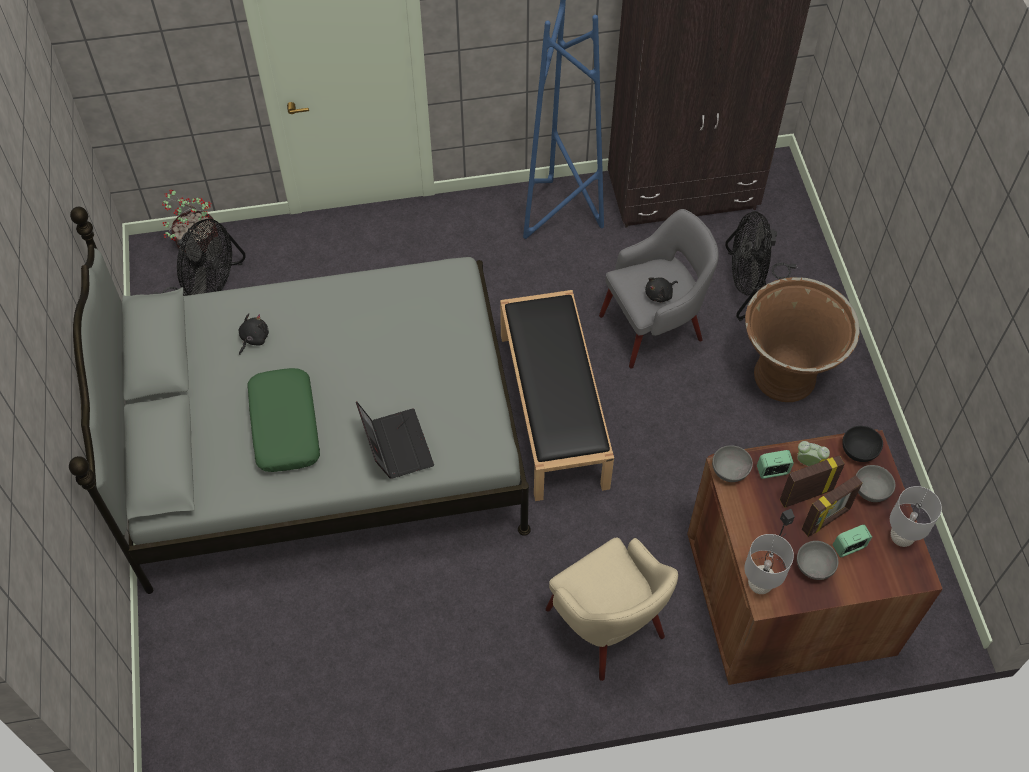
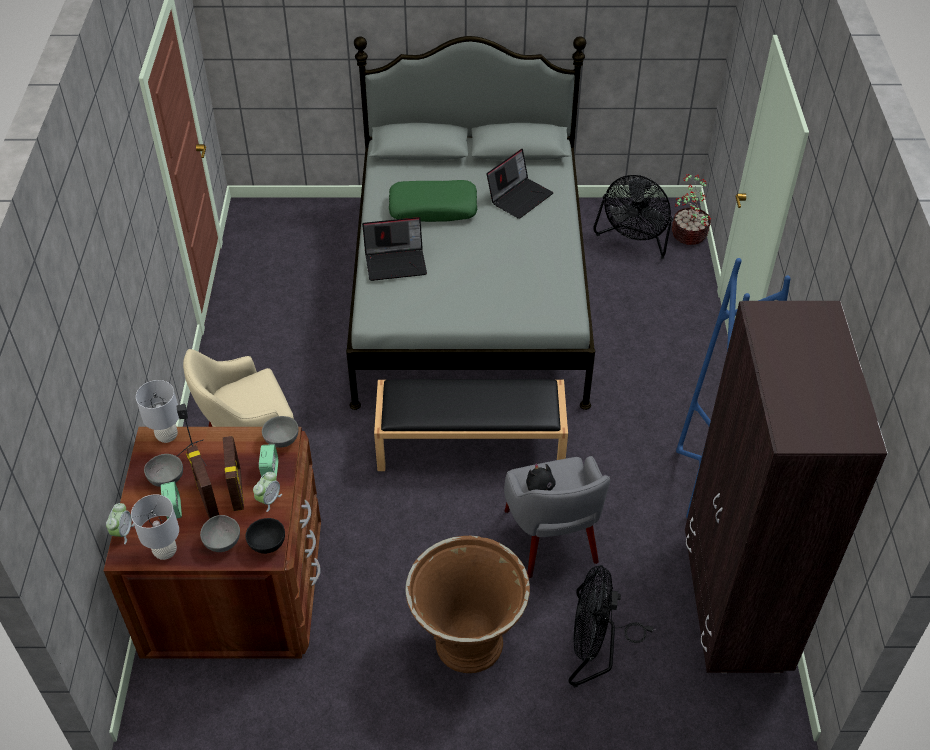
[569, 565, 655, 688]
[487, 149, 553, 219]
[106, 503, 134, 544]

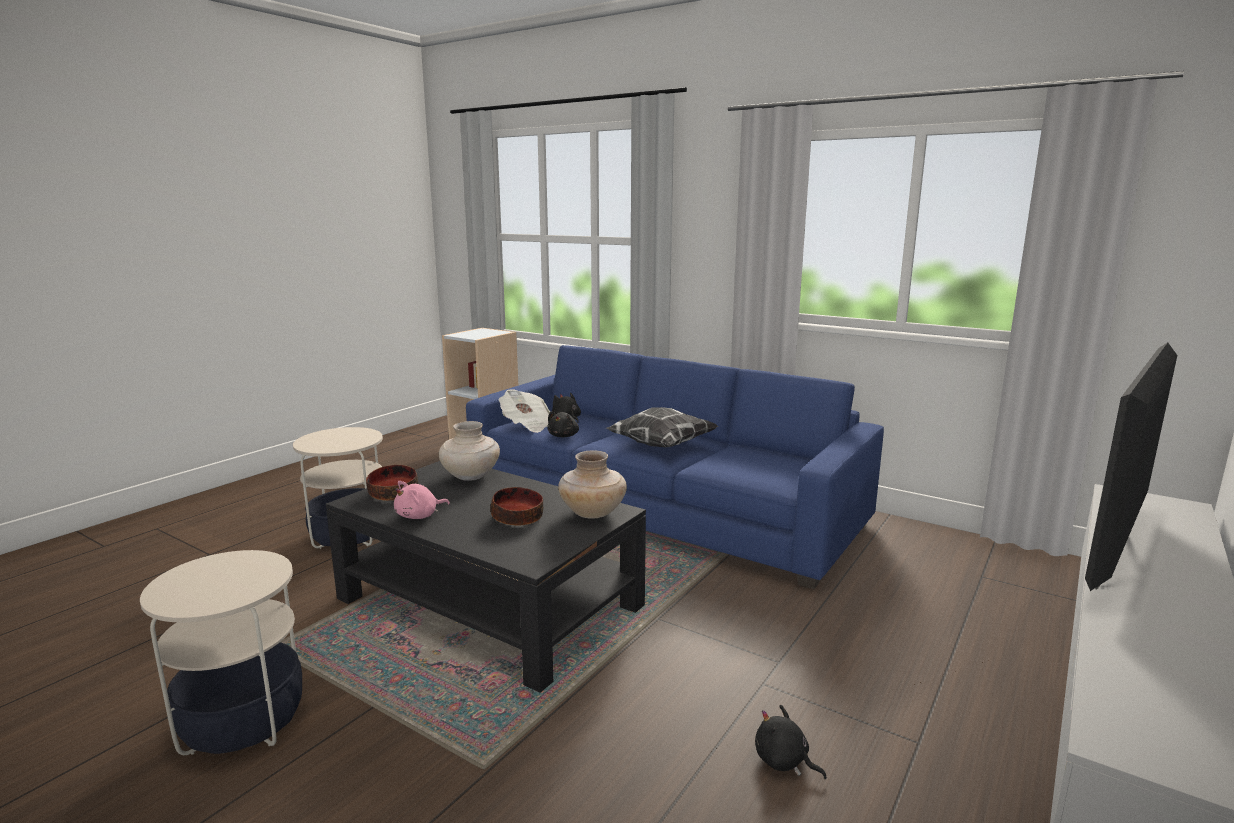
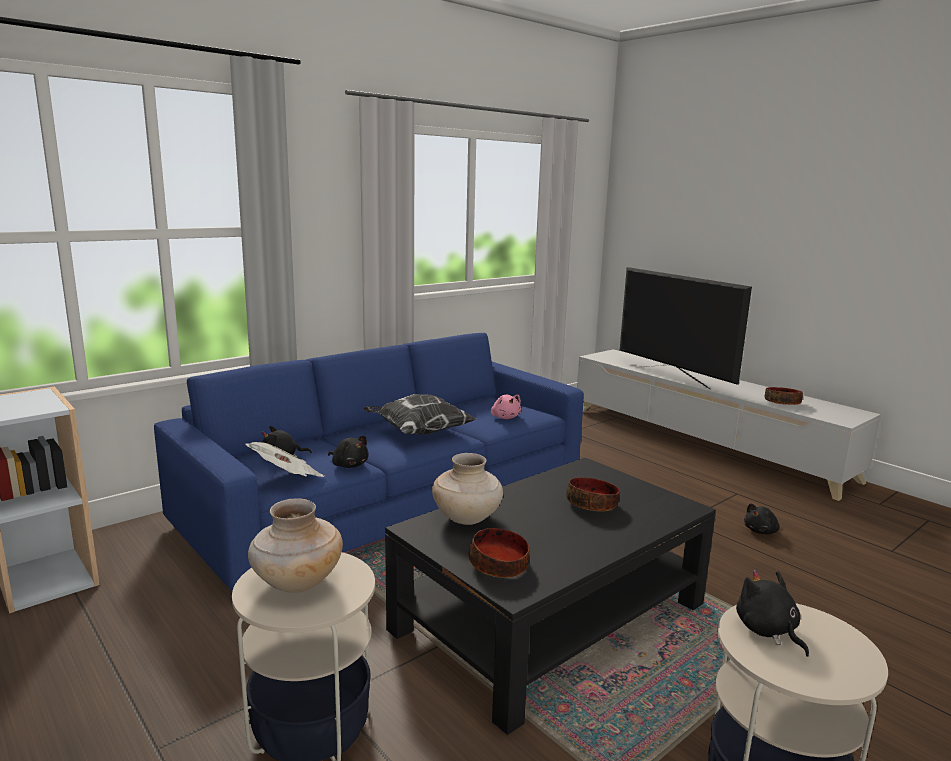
[248, 498, 343, 593]
[491, 395, 521, 419]
[765, 387, 803, 405]
[736, 570, 809, 657]

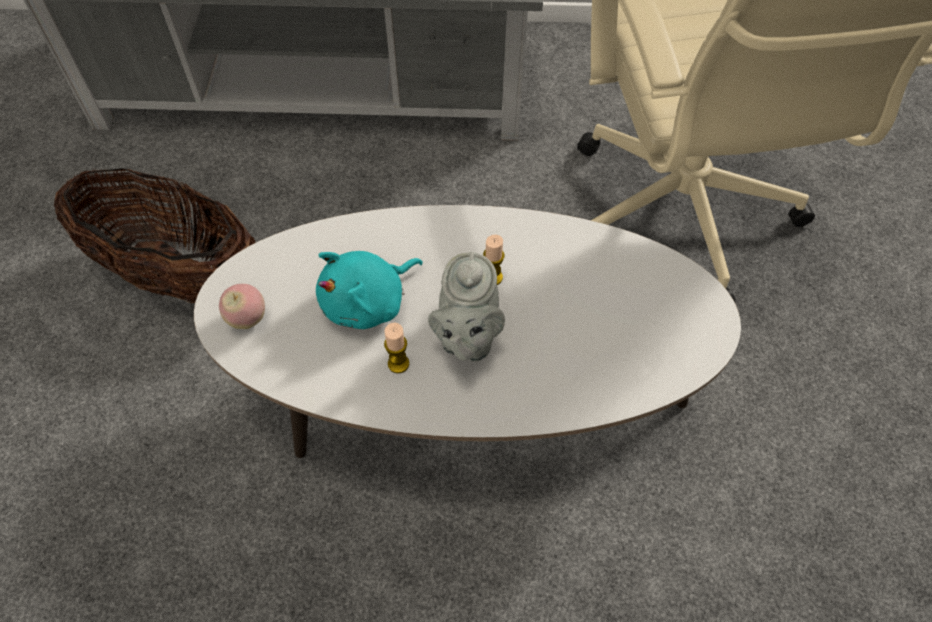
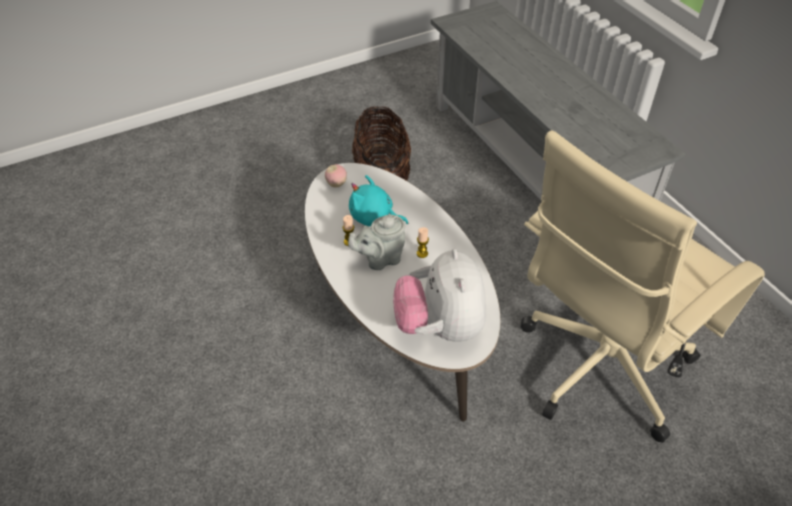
[393, 249, 486, 342]

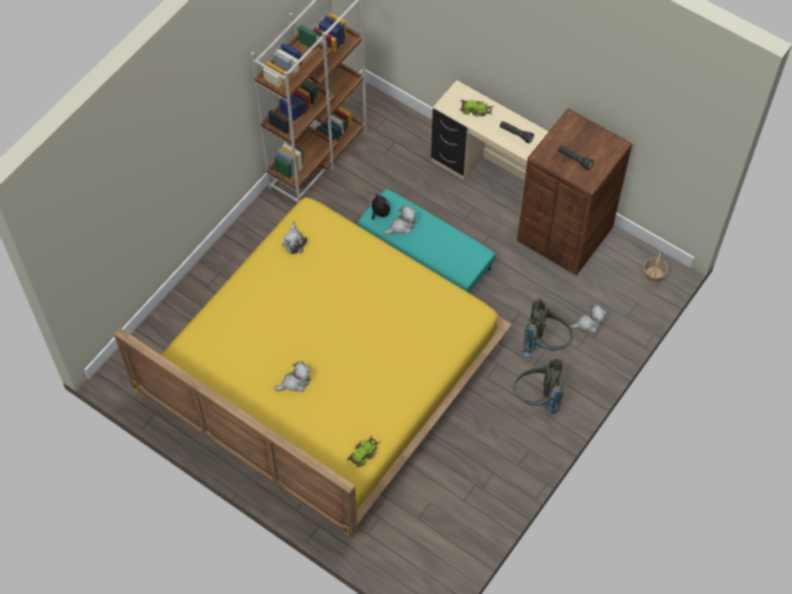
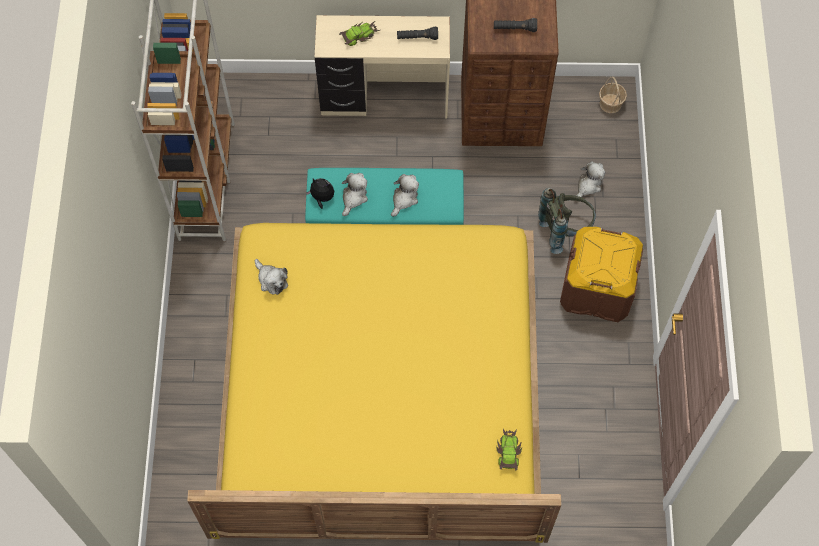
[560, 227, 643, 322]
[391, 174, 419, 217]

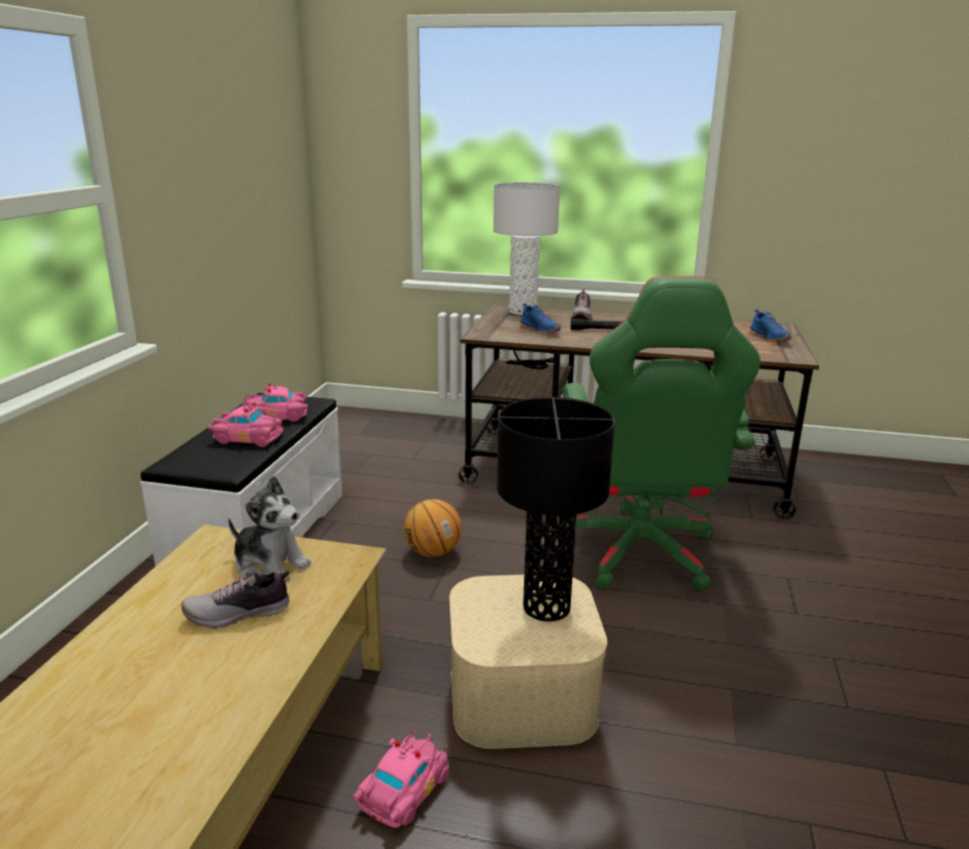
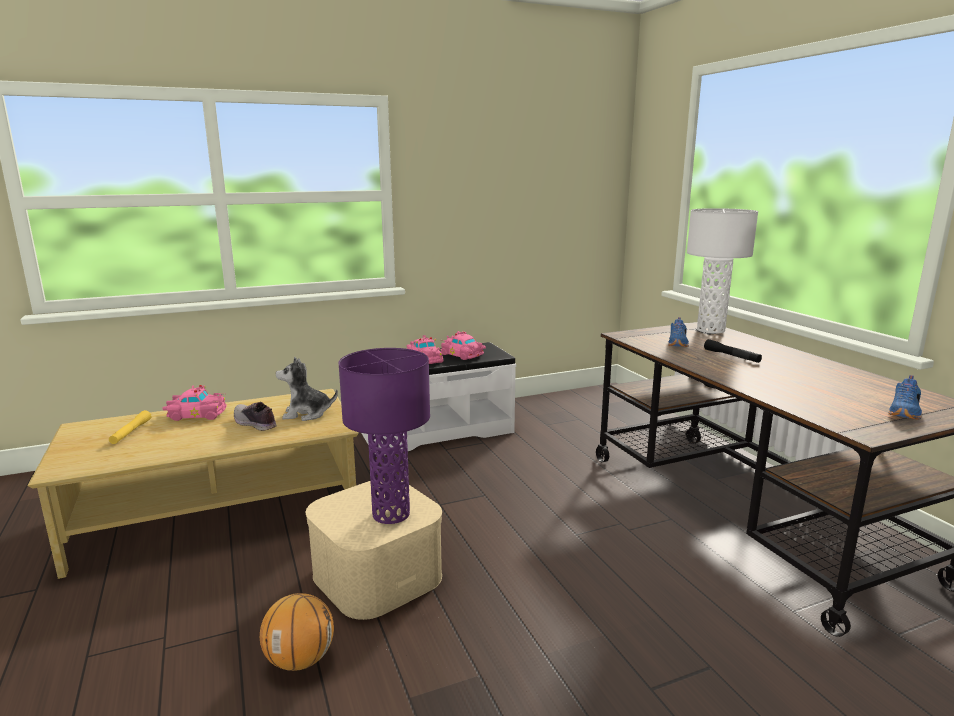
[562, 276, 760, 591] (first image)
[571, 290, 593, 320] (first image)
[339, 348, 430, 524]
[276, 357, 338, 421]
[260, 593, 334, 671]
[162, 385, 227, 421]
[109, 410, 151, 444]

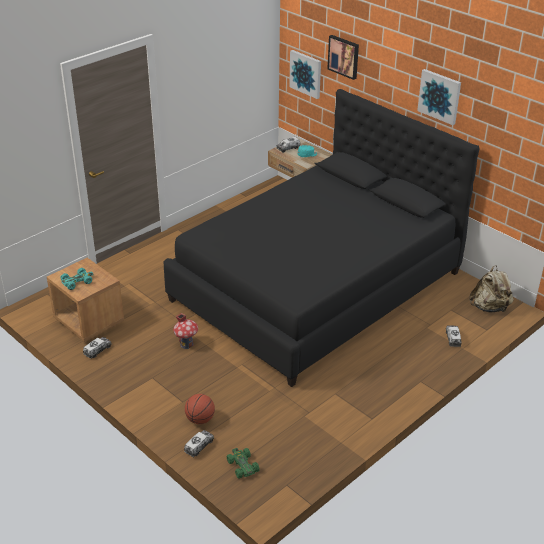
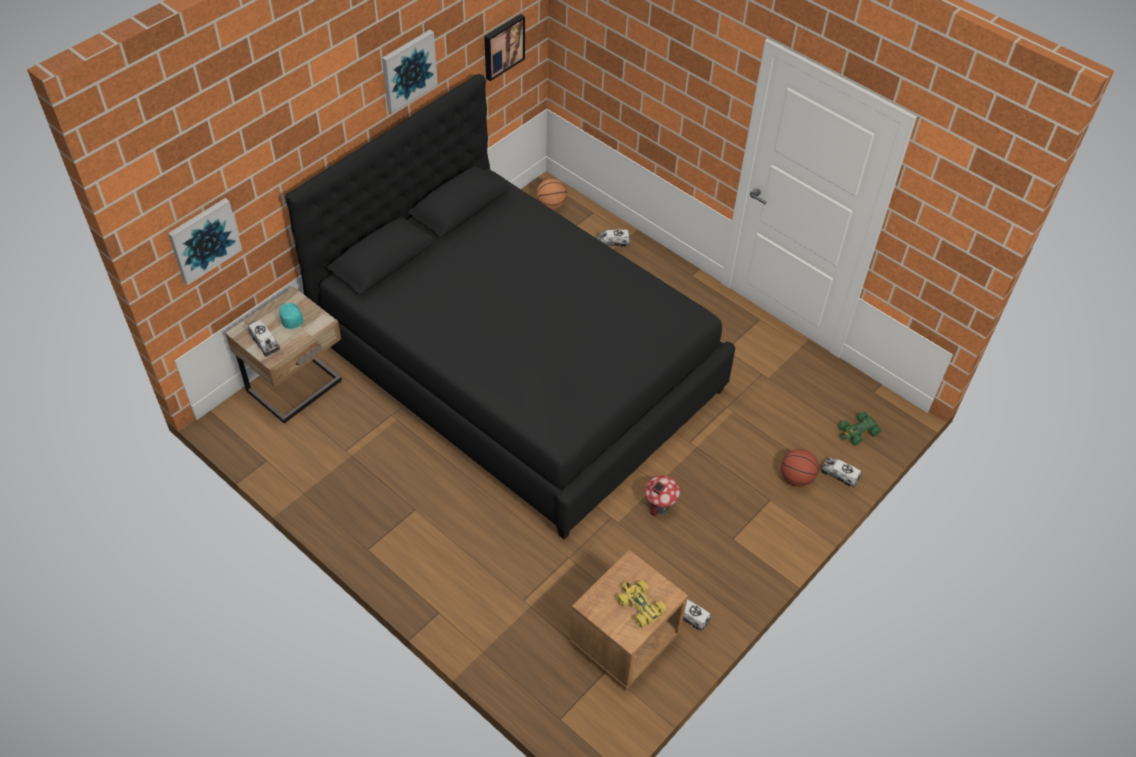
[484, 14, 525, 81]
[536, 179, 567, 210]
[617, 580, 666, 627]

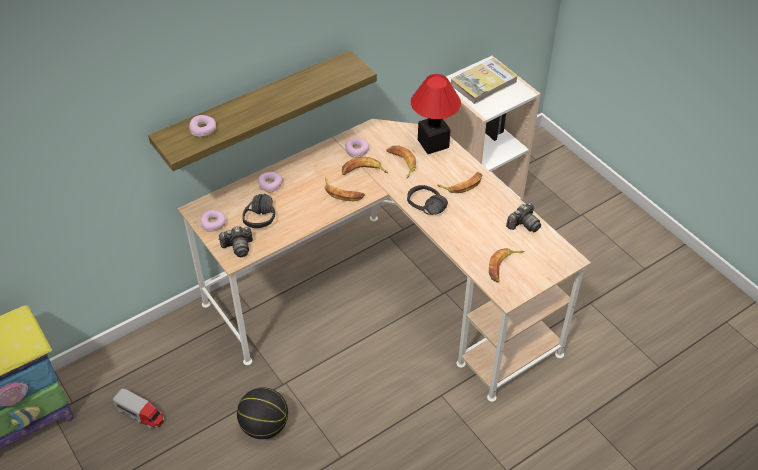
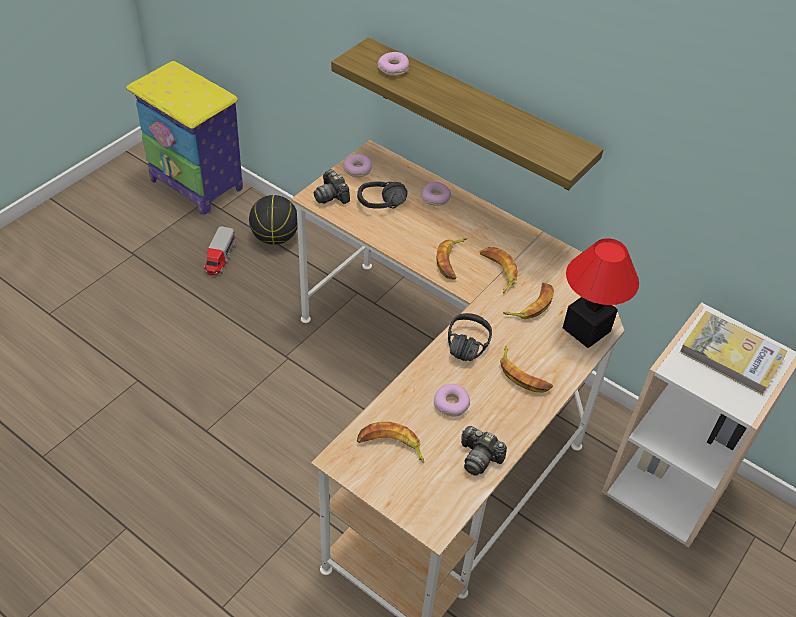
[434, 384, 470, 416]
[249, 195, 298, 245]

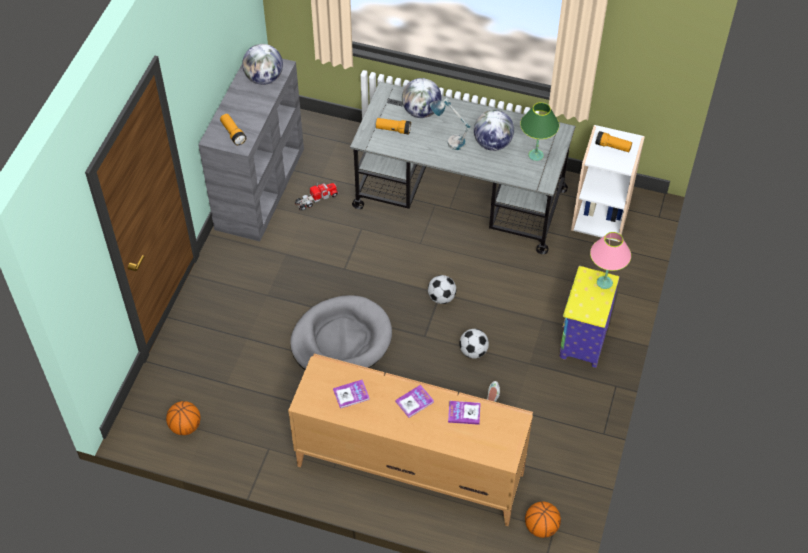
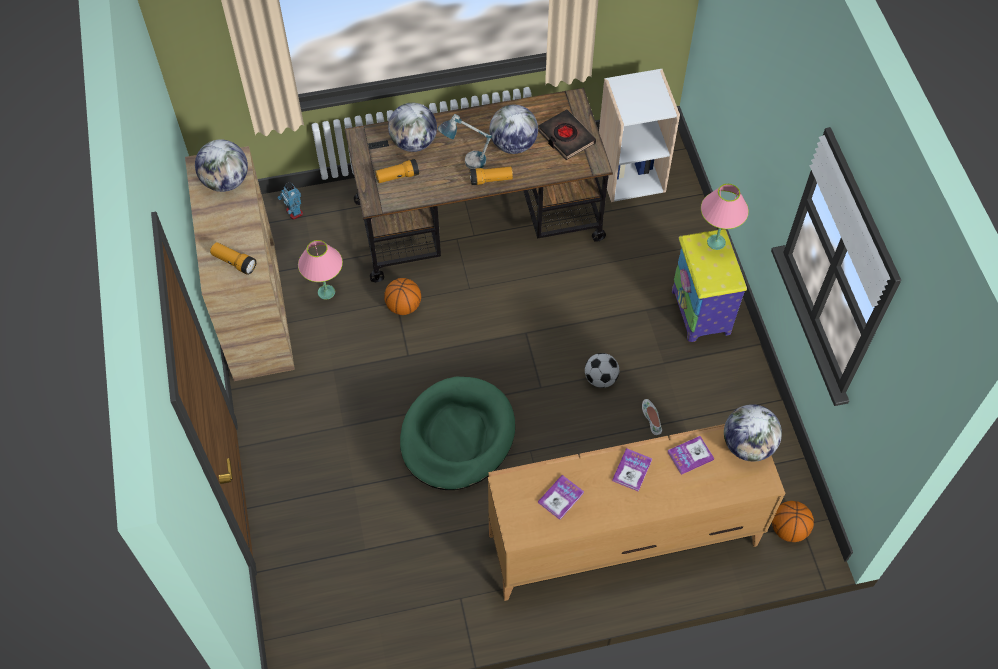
[185, 146, 295, 381]
[345, 88, 613, 282]
[538, 109, 596, 160]
[470, 167, 513, 185]
[298, 240, 343, 300]
[428, 275, 456, 304] (first image)
[400, 377, 515, 490]
[384, 278, 421, 315]
[278, 182, 303, 219]
[724, 404, 782, 462]

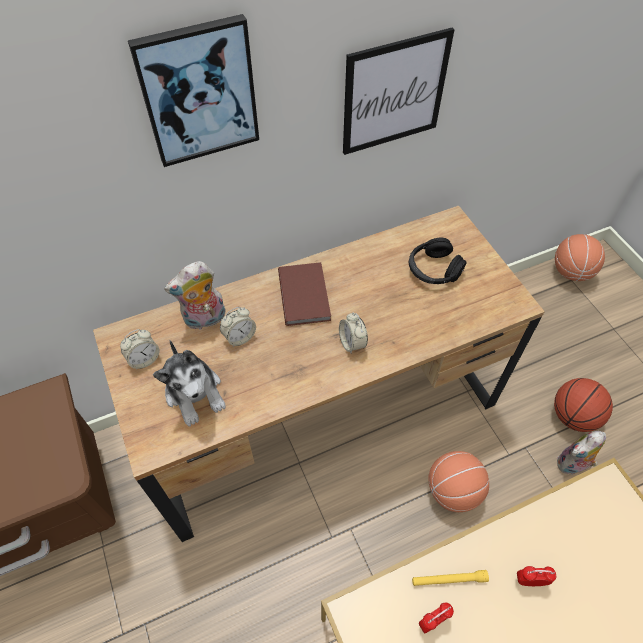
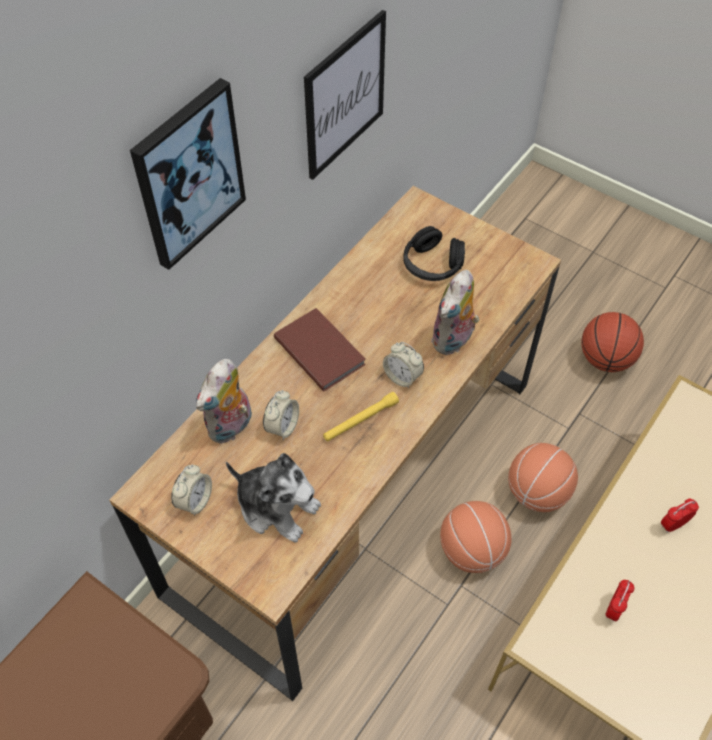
[440, 501, 512, 573]
[431, 270, 479, 355]
[323, 392, 399, 441]

